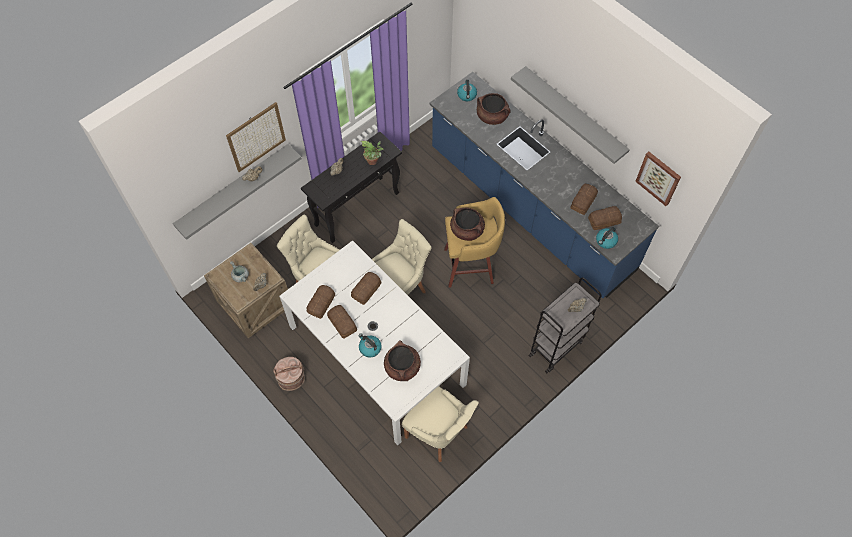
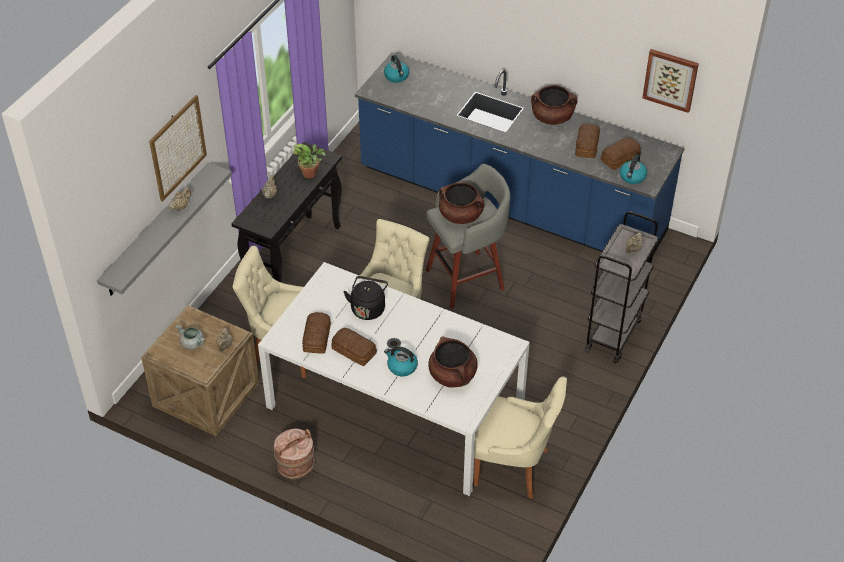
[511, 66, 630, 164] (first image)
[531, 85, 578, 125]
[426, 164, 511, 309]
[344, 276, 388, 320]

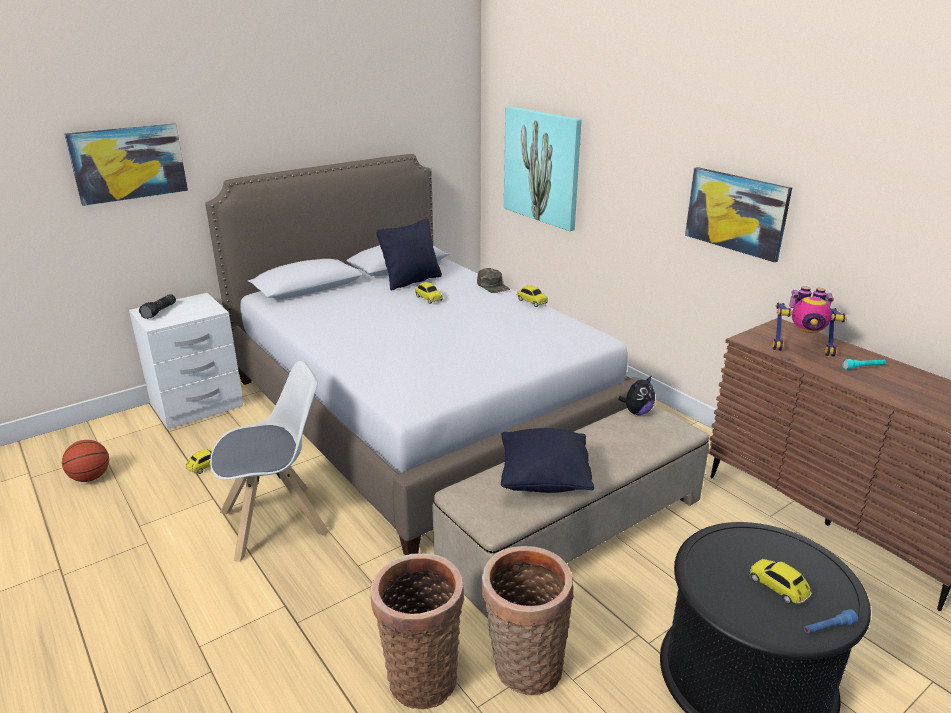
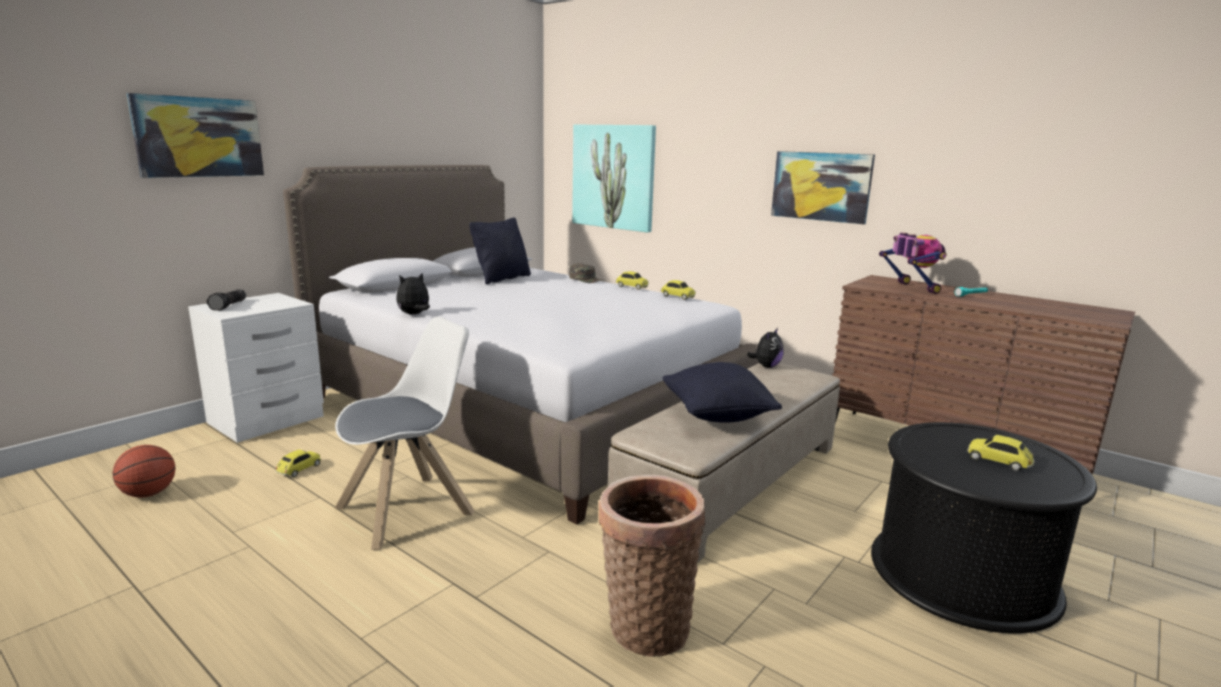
[661, 280, 696, 300]
[879, 233, 946, 294]
[481, 546, 574, 695] (first image)
[804, 609, 858, 634] (first image)
[396, 273, 430, 314]

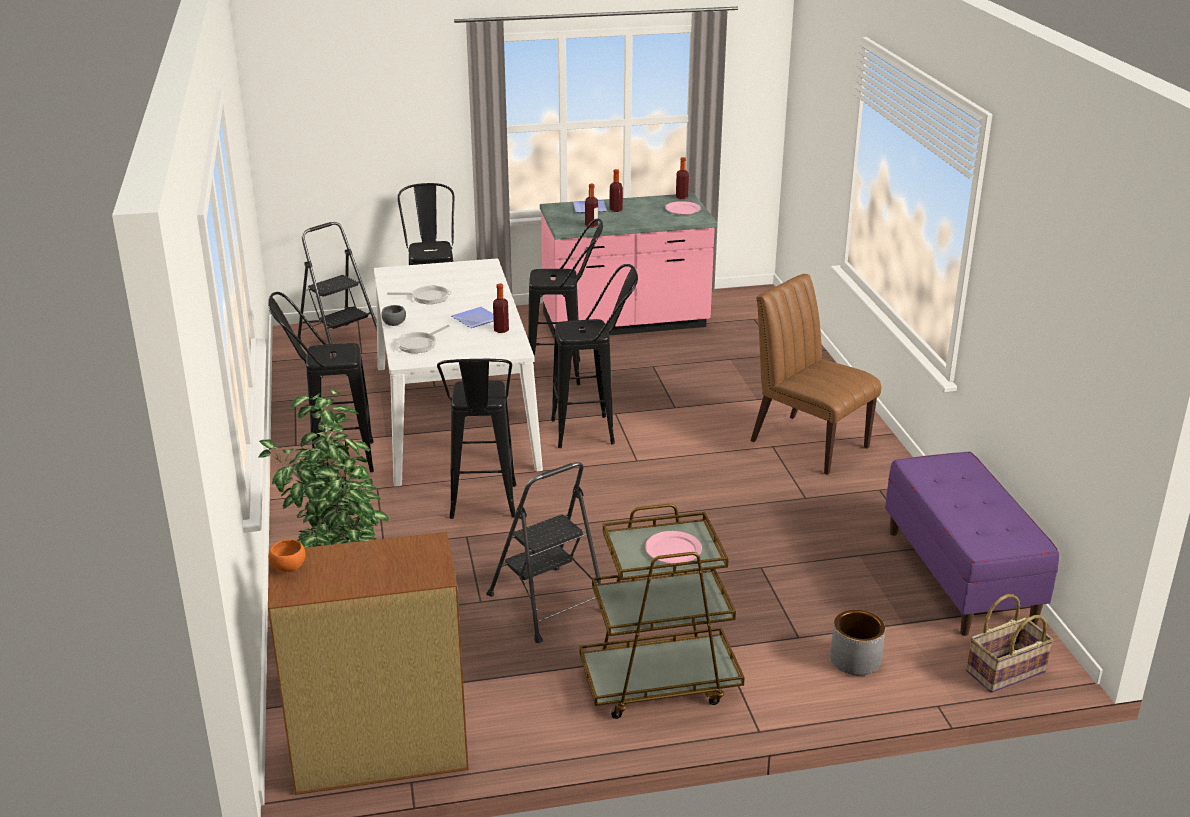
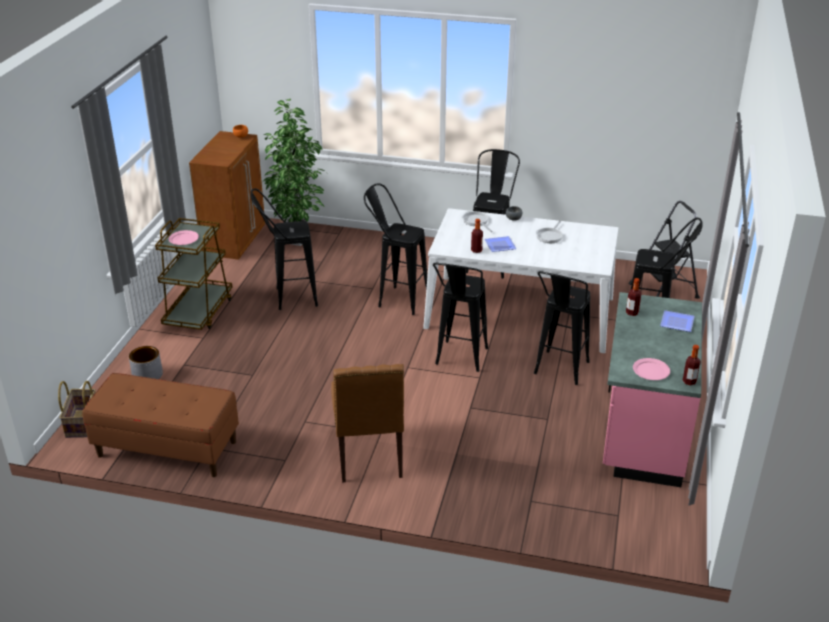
[610, 169, 623, 212] (first image)
[331, 364, 404, 483]
[82, 373, 239, 477]
[250, 188, 318, 310]

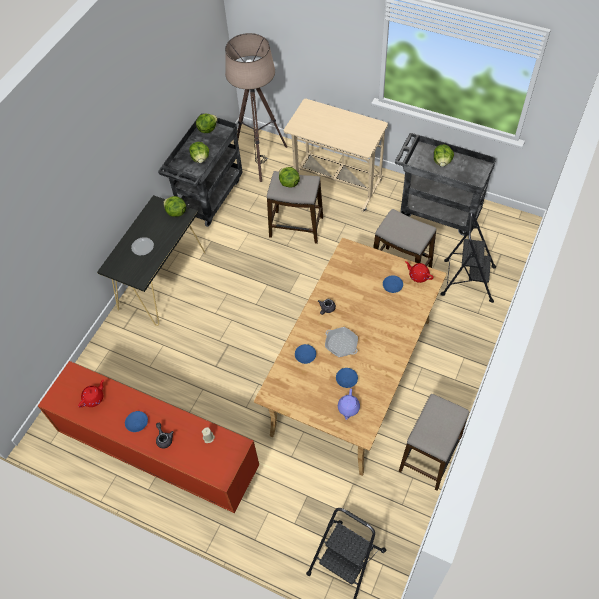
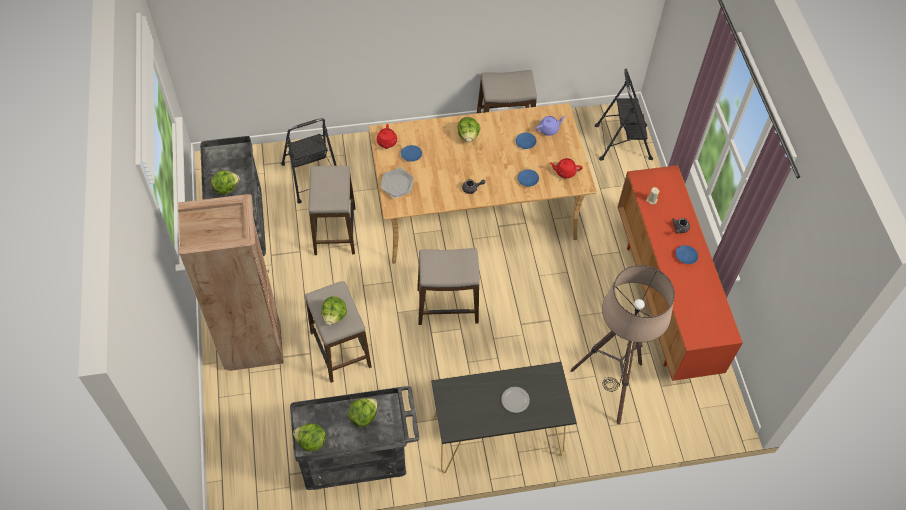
[571, 265, 675, 424]
[178, 194, 284, 371]
[458, 117, 480, 142]
[381, 167, 414, 198]
[550, 158, 583, 178]
[417, 248, 480, 325]

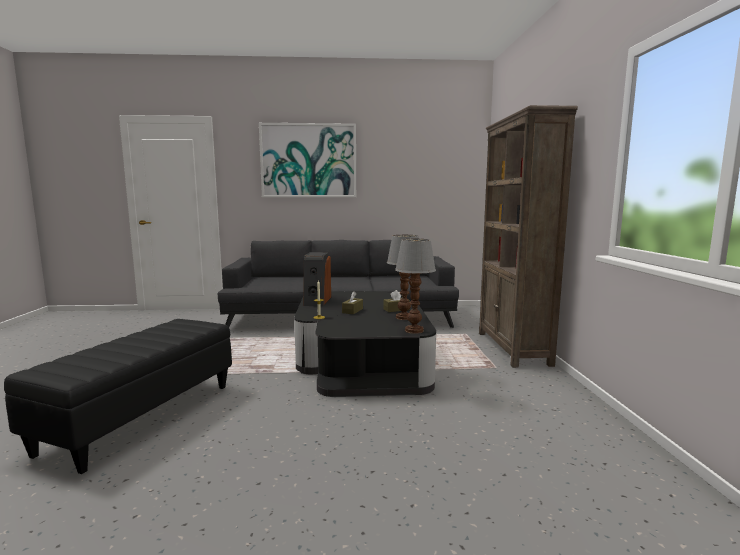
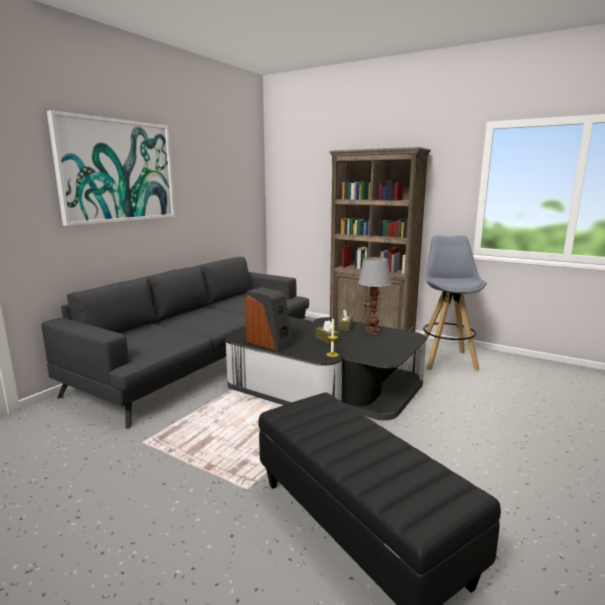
[395, 239, 436, 334] (first image)
[423, 235, 487, 371]

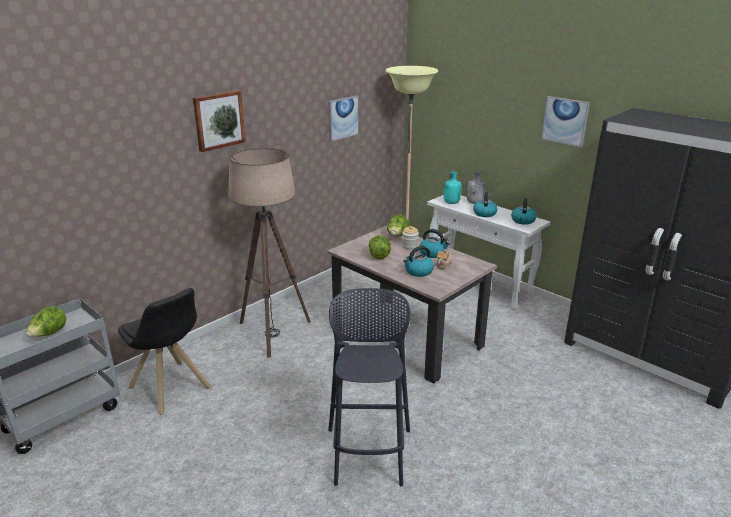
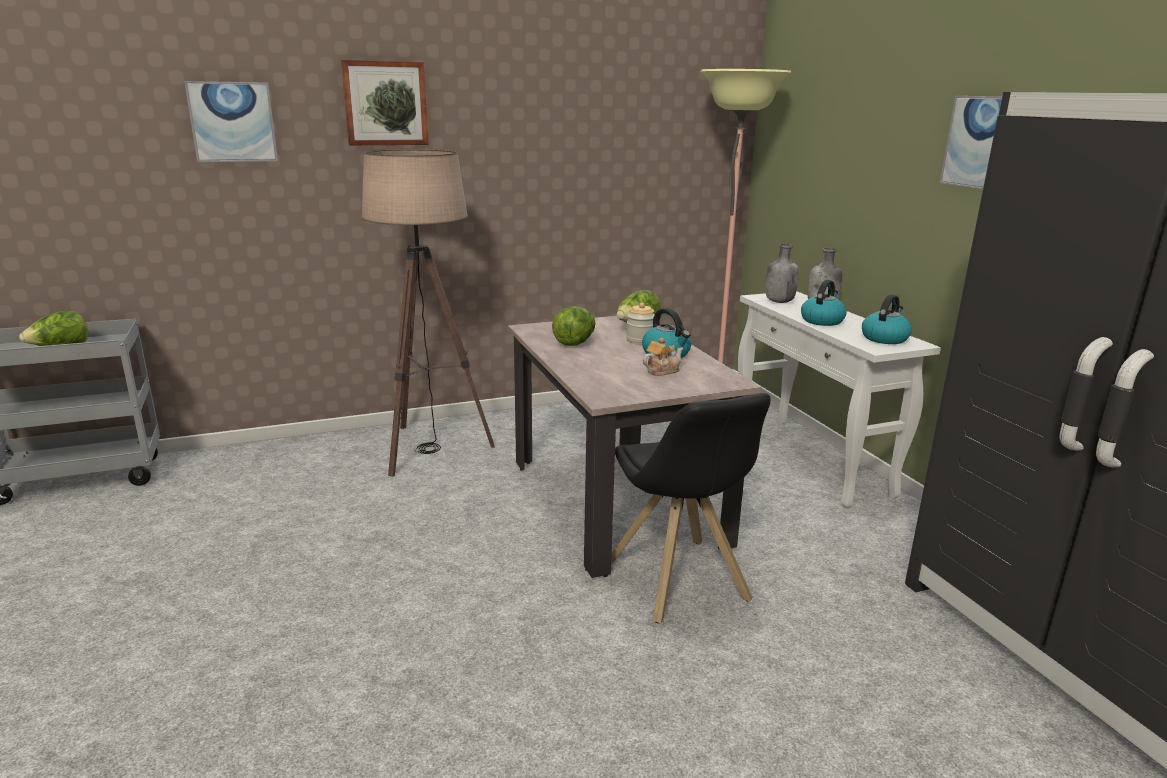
[184, 81, 278, 162]
[766, 244, 799, 303]
[403, 246, 434, 277] (first image)
[611, 393, 771, 623]
[328, 288, 410, 487] (first image)

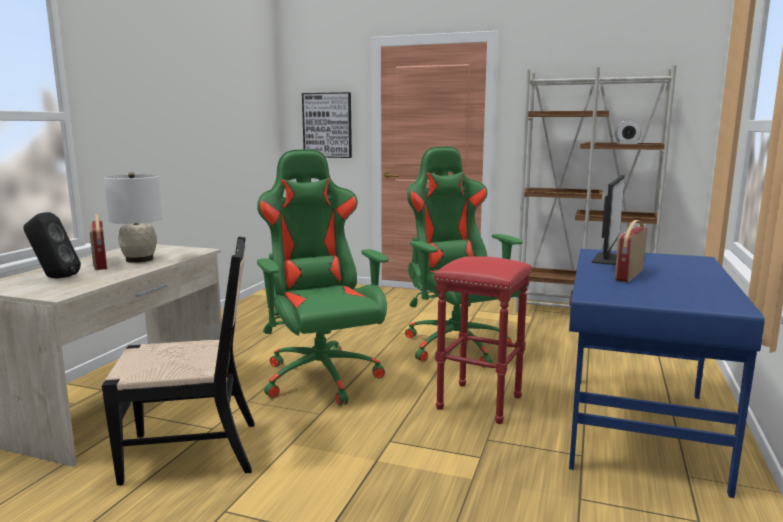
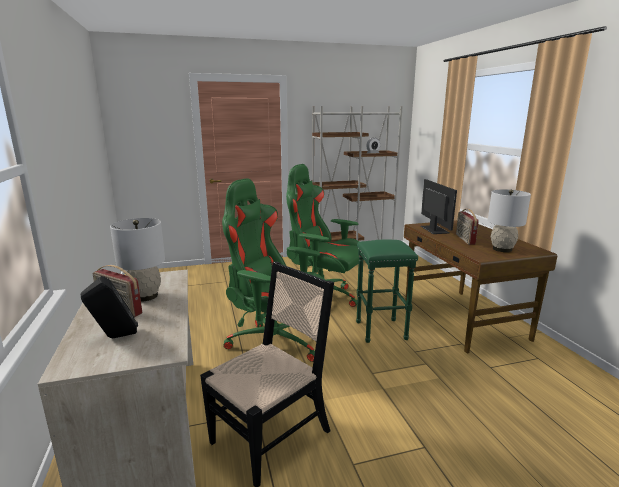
[302, 92, 352, 158] (first image)
[404, 220, 557, 353]
[356, 240, 418, 343]
[488, 189, 531, 252]

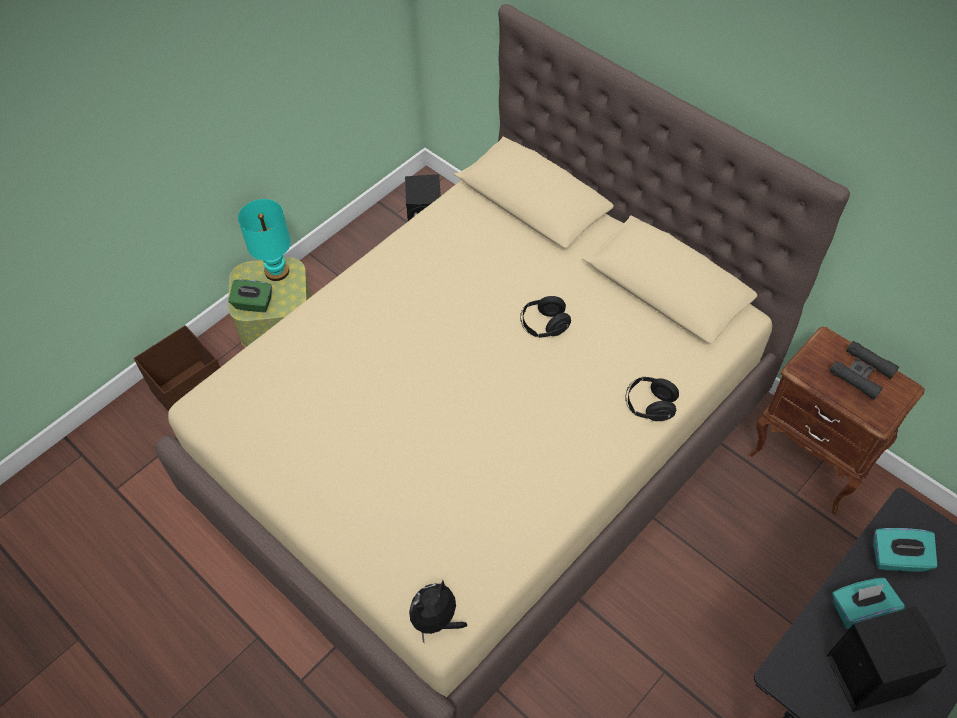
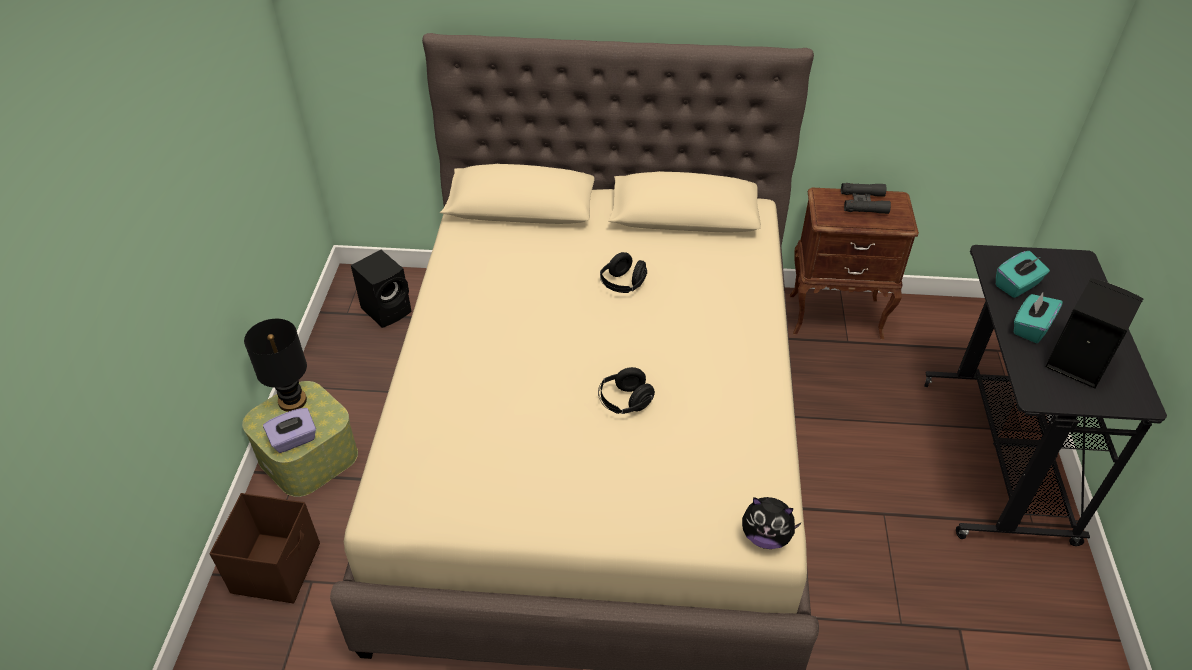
[244, 319, 307, 412]
[263, 408, 316, 453]
[598, 367, 655, 414]
[742, 497, 802, 549]

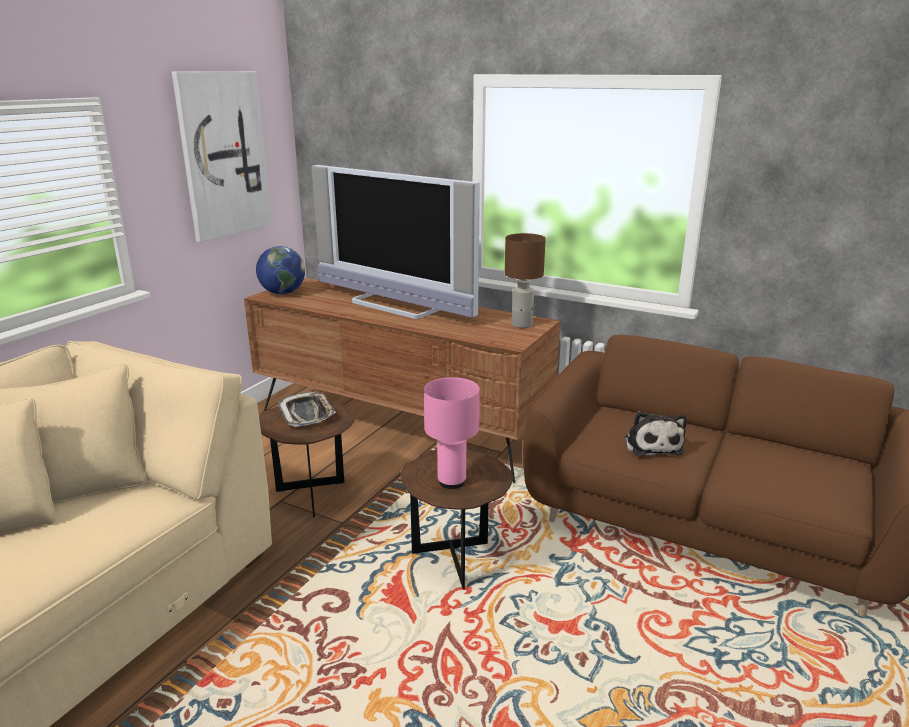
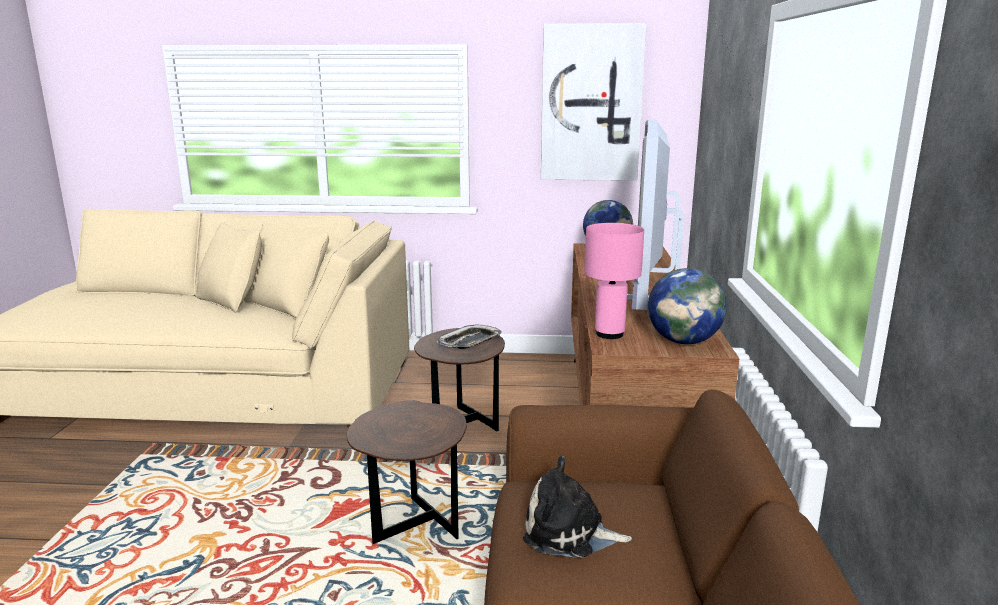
[648, 268, 727, 344]
[585, 223, 644, 339]
[523, 456, 632, 558]

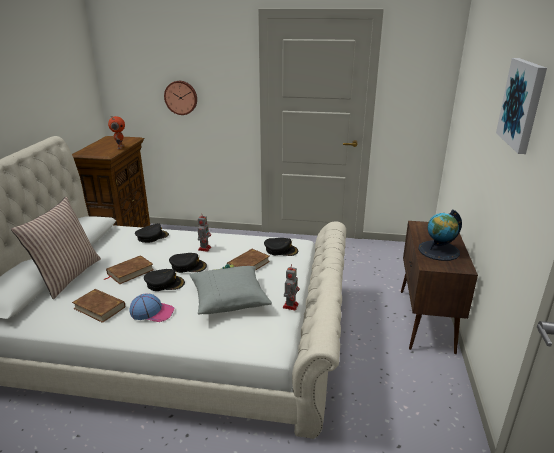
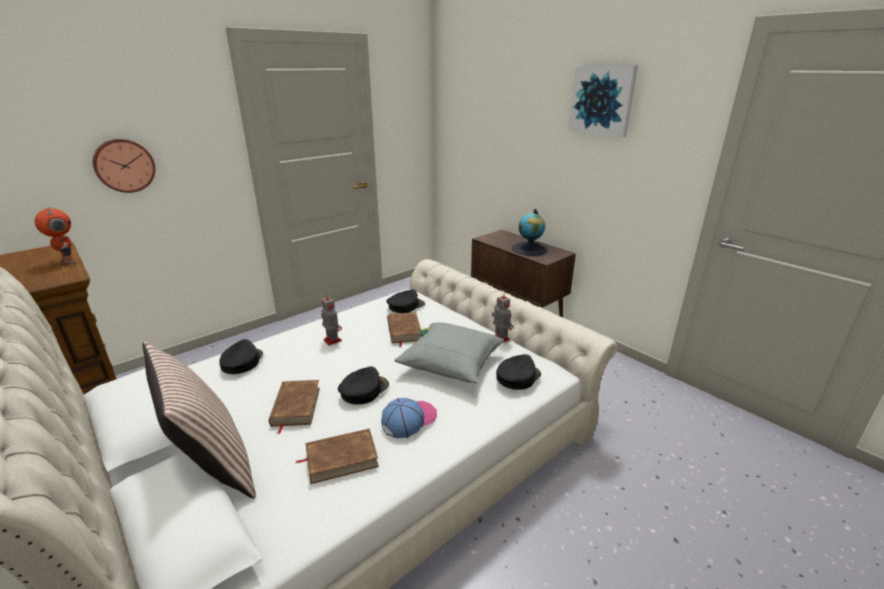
[496, 354, 541, 390]

